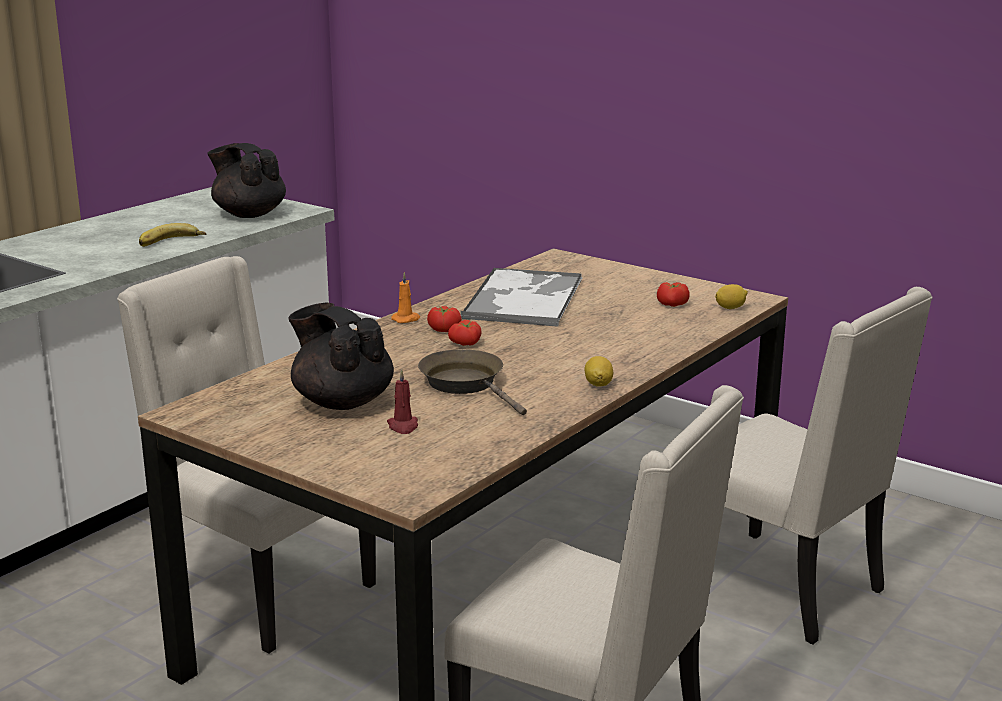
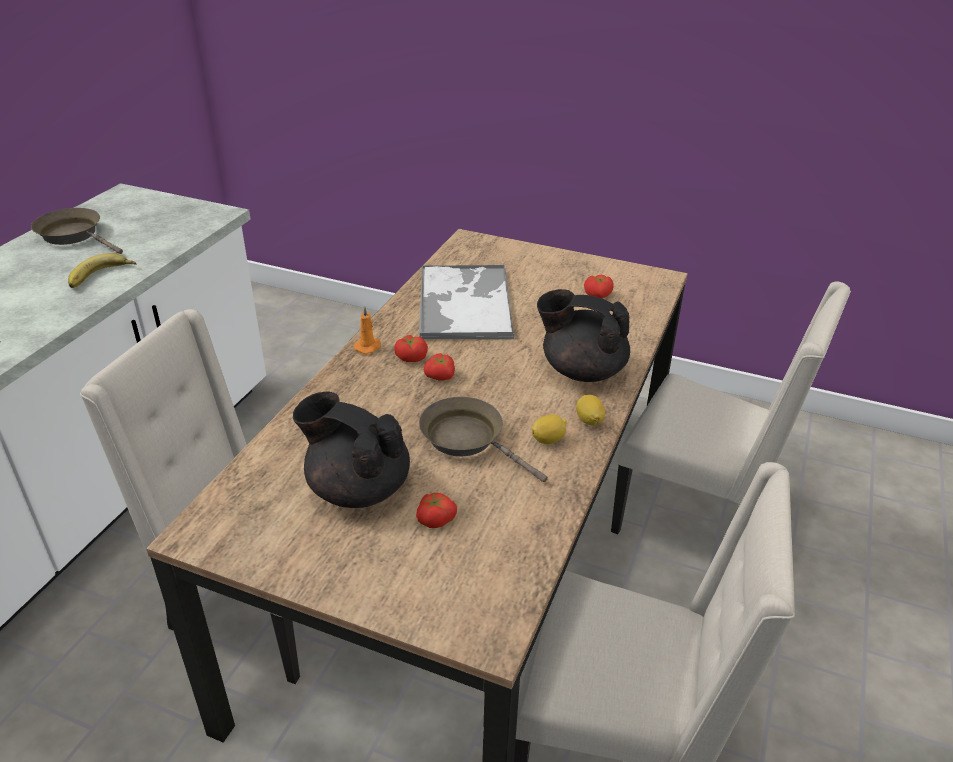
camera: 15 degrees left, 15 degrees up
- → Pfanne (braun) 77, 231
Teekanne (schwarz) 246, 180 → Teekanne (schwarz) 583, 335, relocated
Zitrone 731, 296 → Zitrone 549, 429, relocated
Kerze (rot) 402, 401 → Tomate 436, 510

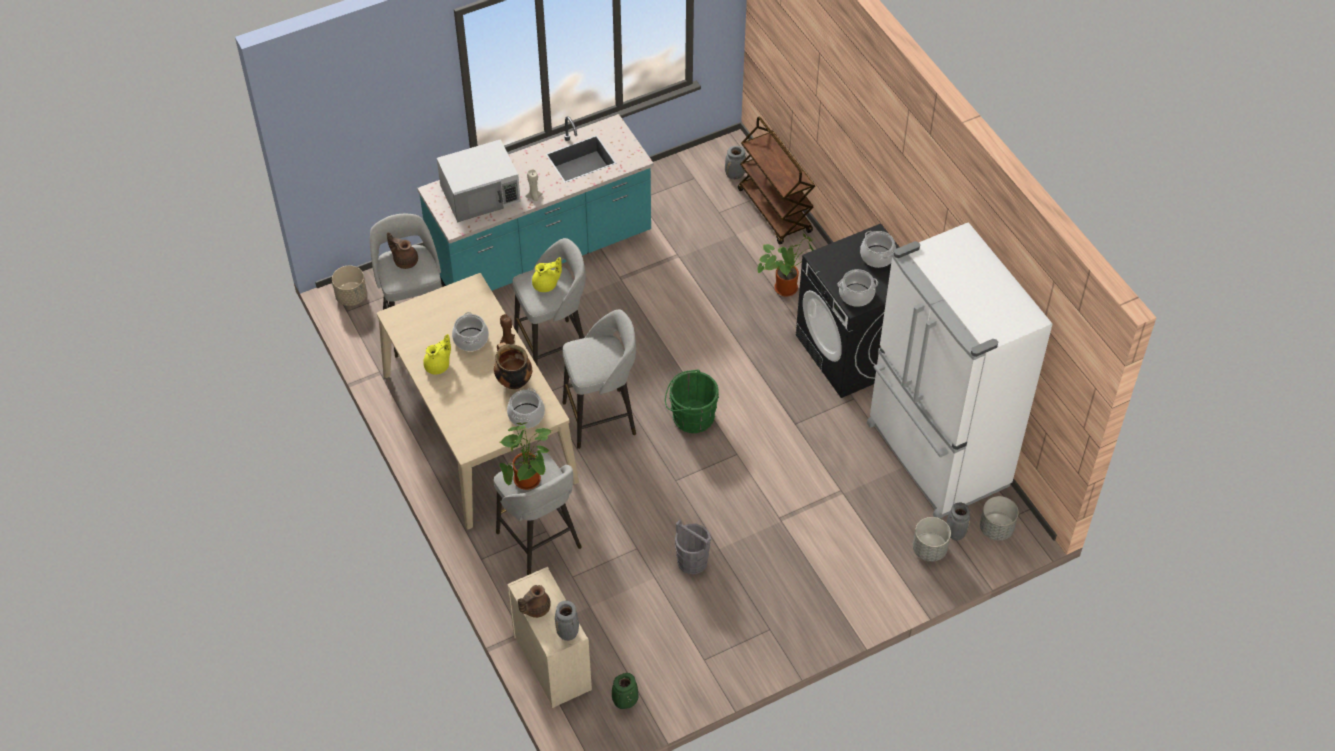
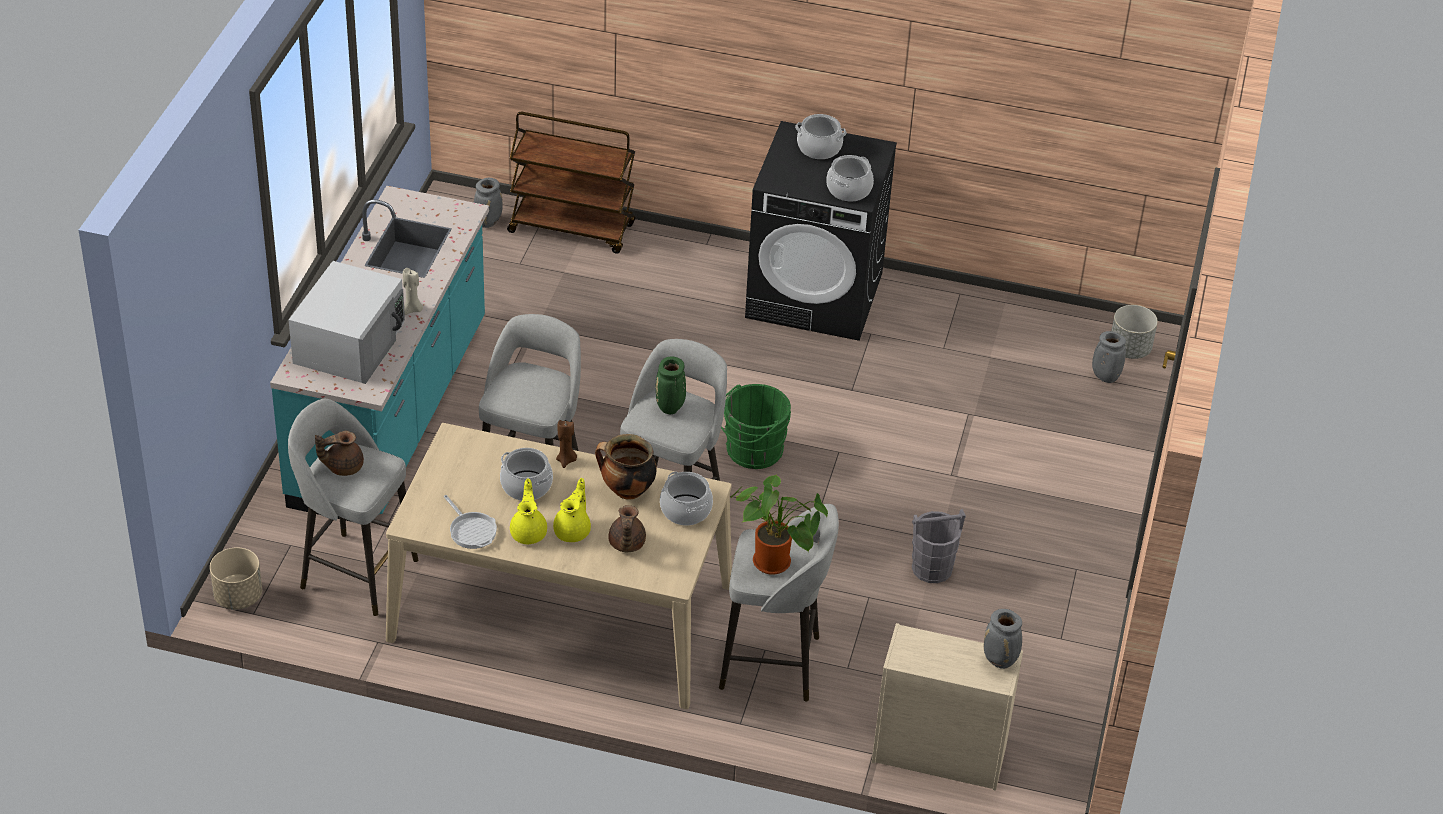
camera: 50 degrees left, 10 degrees down
Topfpflanze 785, 265 → -
Kühlschrank (weiß) 959, 370 → -
Pflanzkübel (grau) 932, 539 → -
- → Pfanne 470, 522
Teekanne (braun) 534, 601 → Teekanne (braun) 627, 528, relocated
Teekanne (gelb) 547, 274 → Teekanne (gelb) 572, 510, relocated
Vase (grün) 625, 691 → Vase (grün) 671, 385, relocated

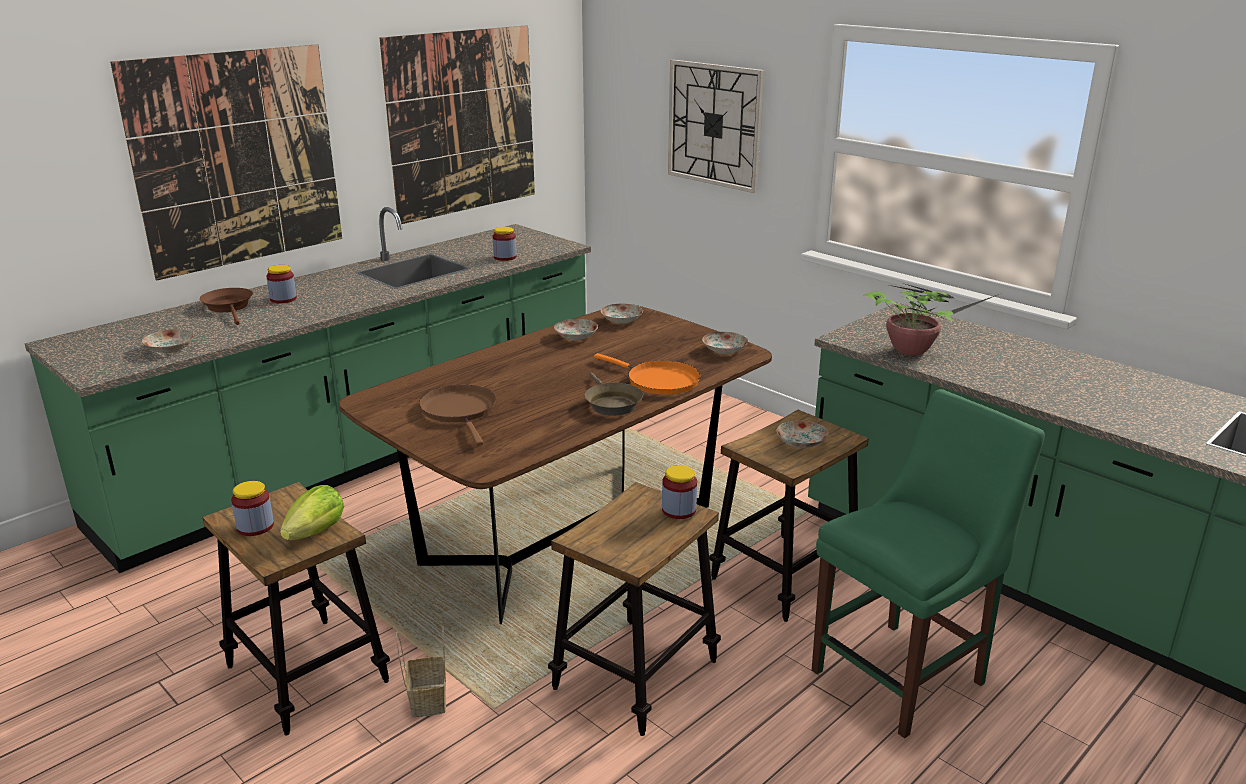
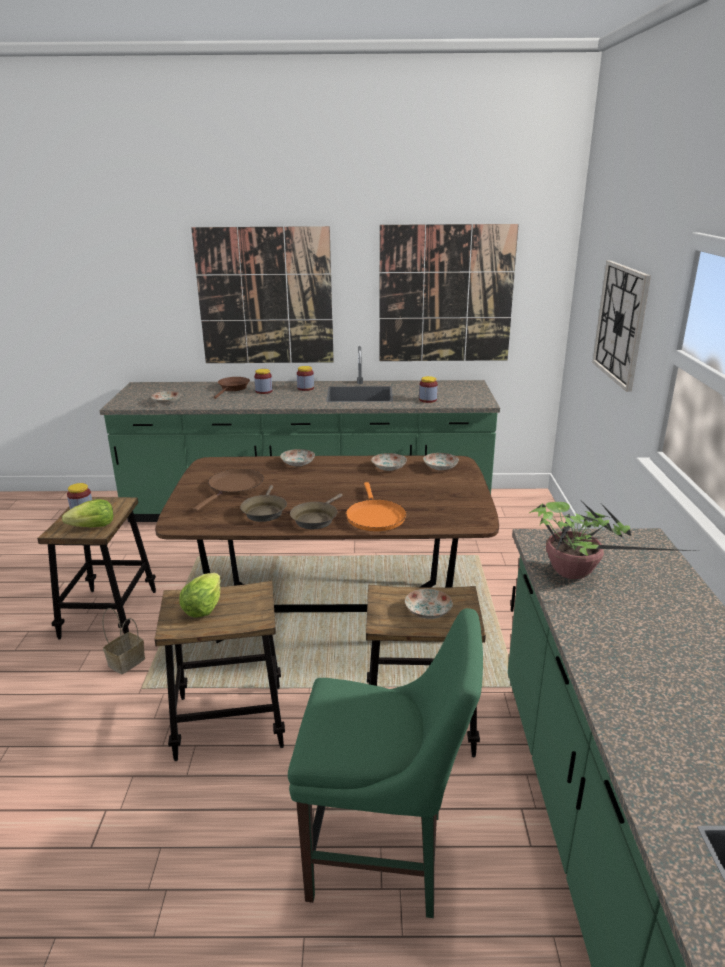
camera: 45 degrees right, 0 degrees up
- → Salatkopf 200, 595
- → Pfanne (braun) 263, 503
Vorratsglas 679, 492 → Vorratsglas 305, 378, relocated
Teller 725, 343 → Teller 297, 458, relocated

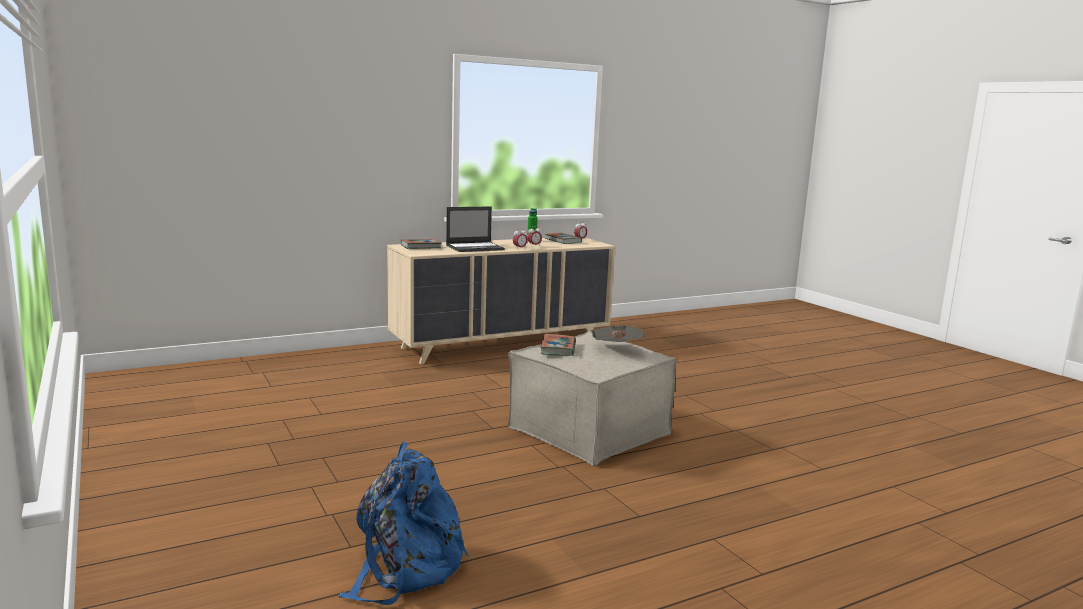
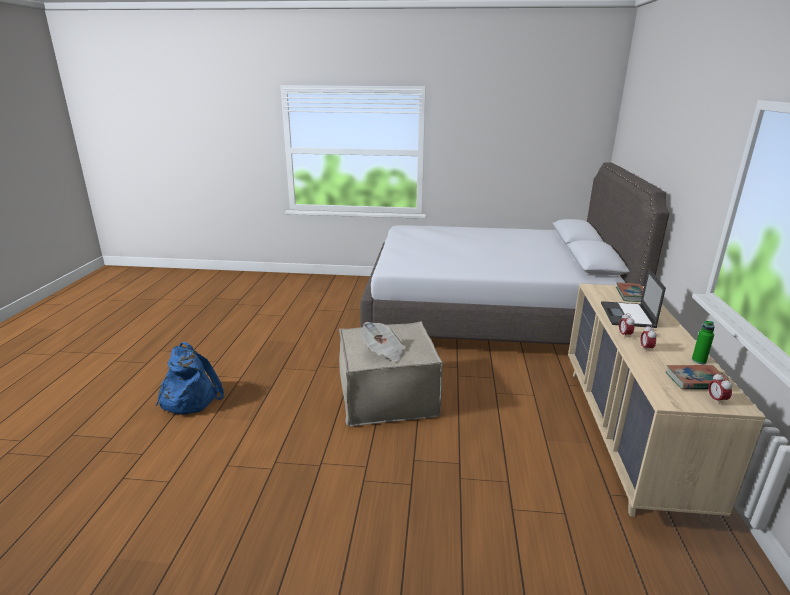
camera: 125 degrees right, 10 degrees up
Buch 558, 345 → -
- → Bett (grau) 514, 253
Rucksack (blau) 403, 523 → Rucksack (blau) 190, 378, relocated

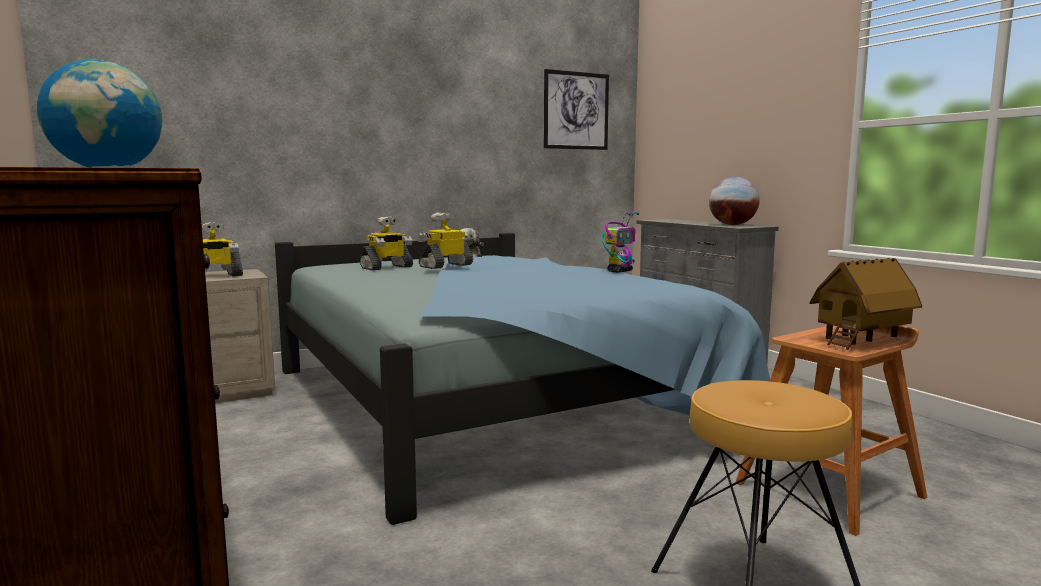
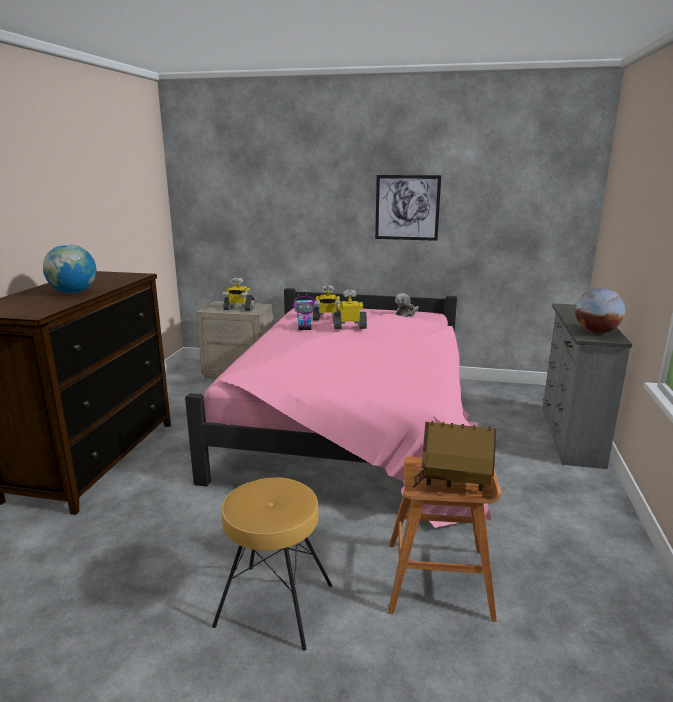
camera: 40 degrees right, 10 degrees up
Bild 576, 109 → Bild 408, 208, relocated
Spielzeugroboter 620, 242 → Spielzeugroboter 304, 312, relocated
Bett (blau) 522, 379 → Bett (rosa) 338, 408

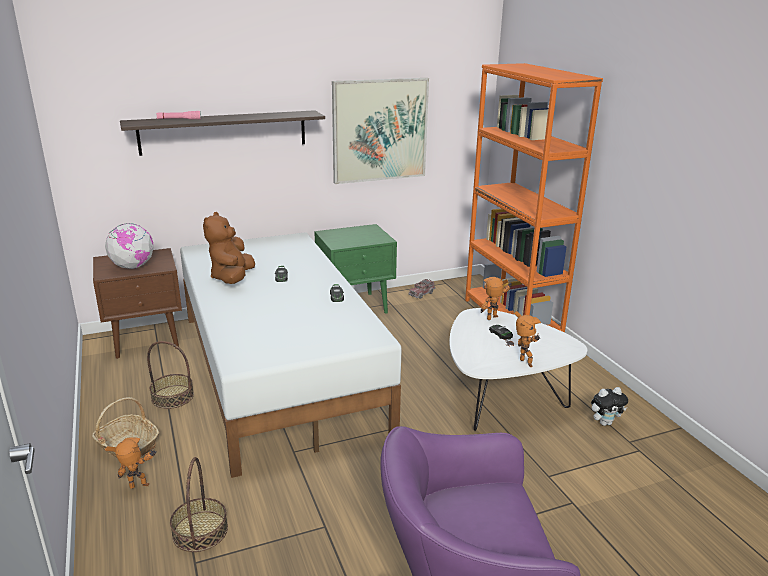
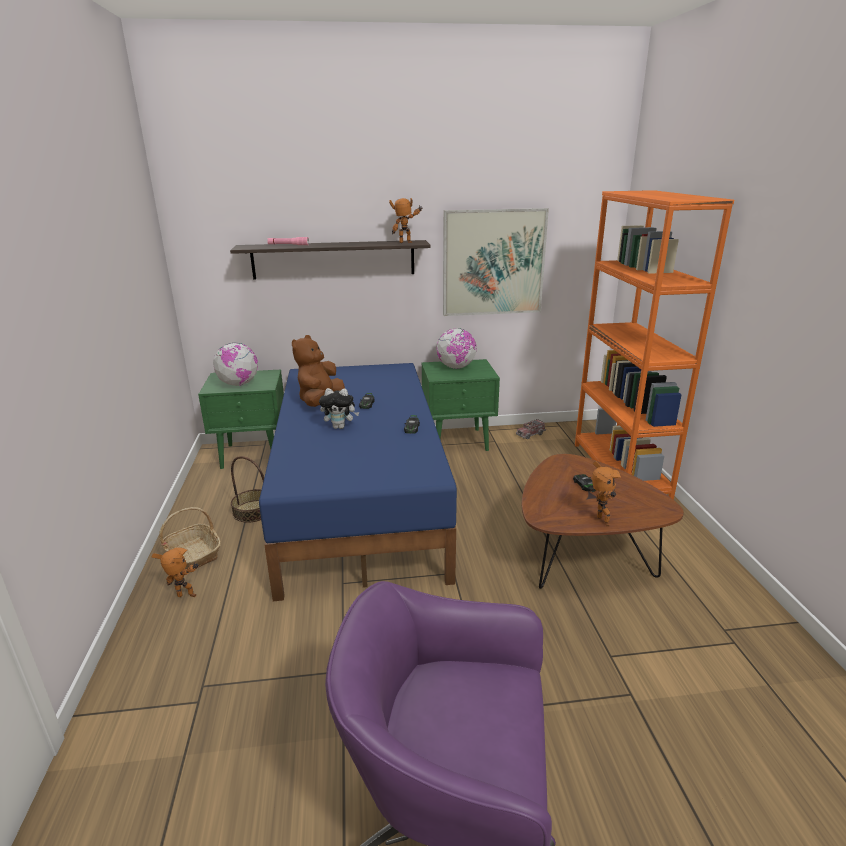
camera: 15 degrees right, 0 degrees up
Korb 199, 504 → -
- → Globus 457, 348
Spielzeugroboter 496, 298 → Spielzeugroboter 406, 220, relocated
Plüschtier 609, 406 → Plüschtier 339, 408, relocated
Nachttisch (braun) 137, 303 → Nachttisch (grün) 241, 419
Bett (weiß) 291, 355 → Bett (blau) 358, 482
Couchtisch (weiß) 518, 369 → Couchtisch (braun) 603, 521

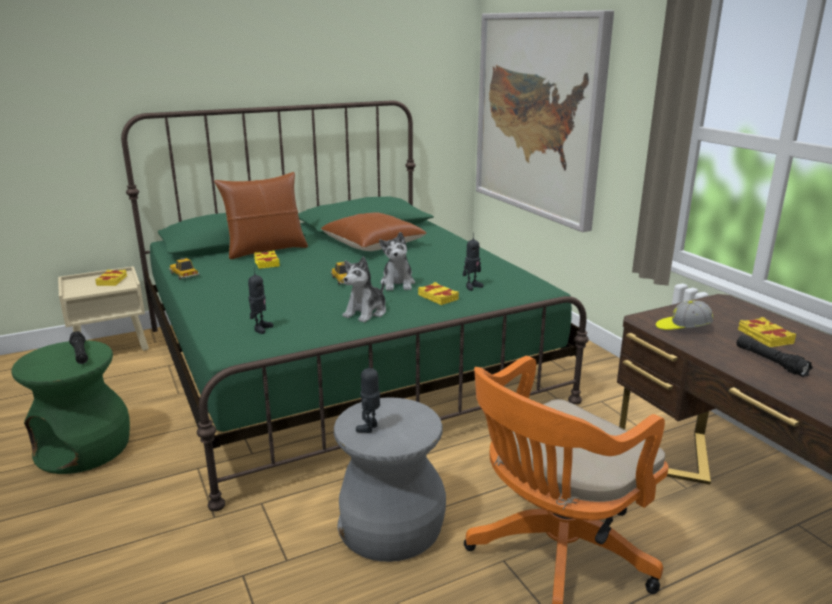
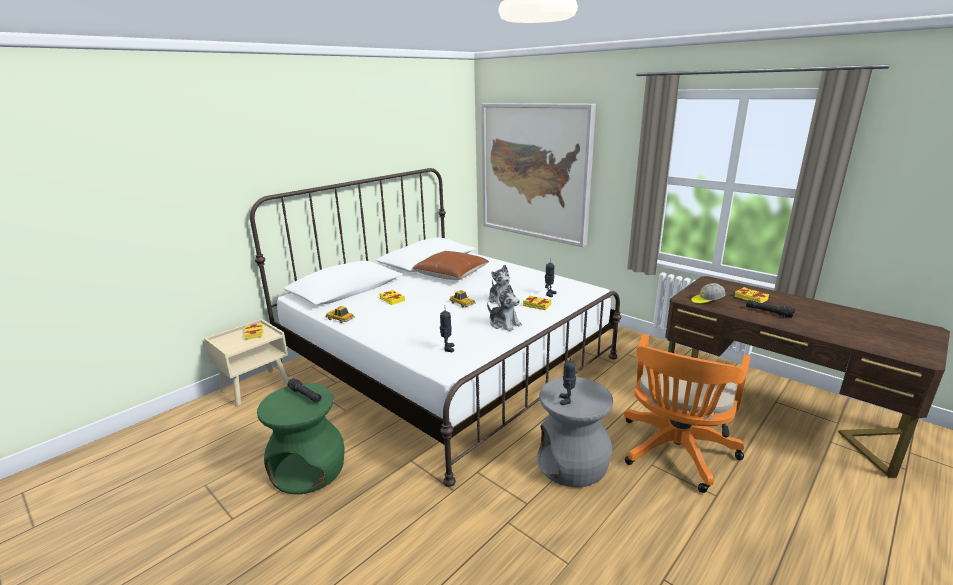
camera: 20 degrees left, 0 degrees up
Kissen (braun) 261, 215 → -
Bett (grün) 355, 306 → Bett (weiß) 435, 327
Plüschtier 364, 289 → Plüschtier 504, 307, 60 degrees counterclockwise

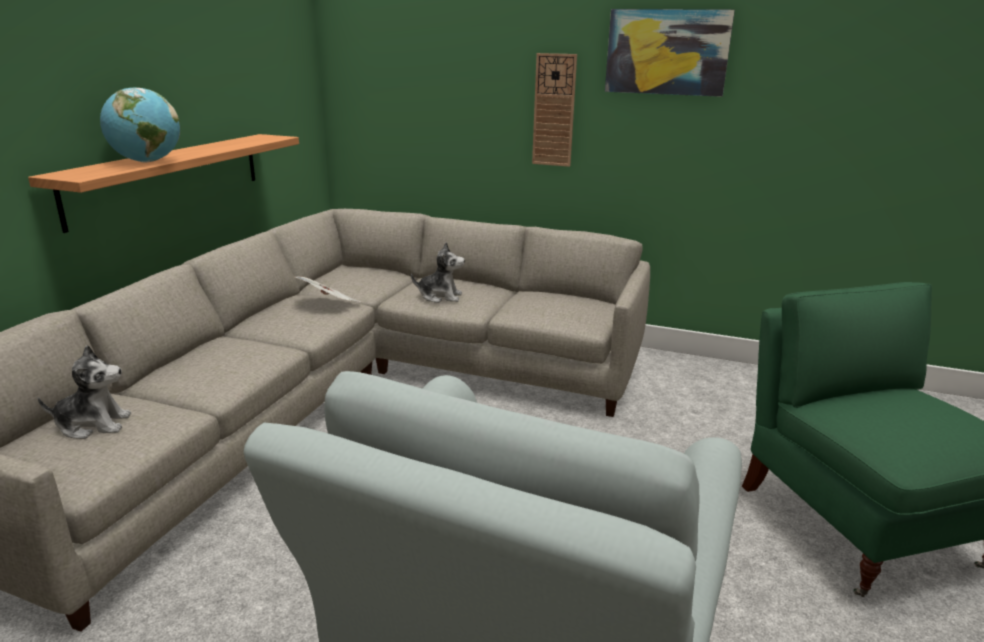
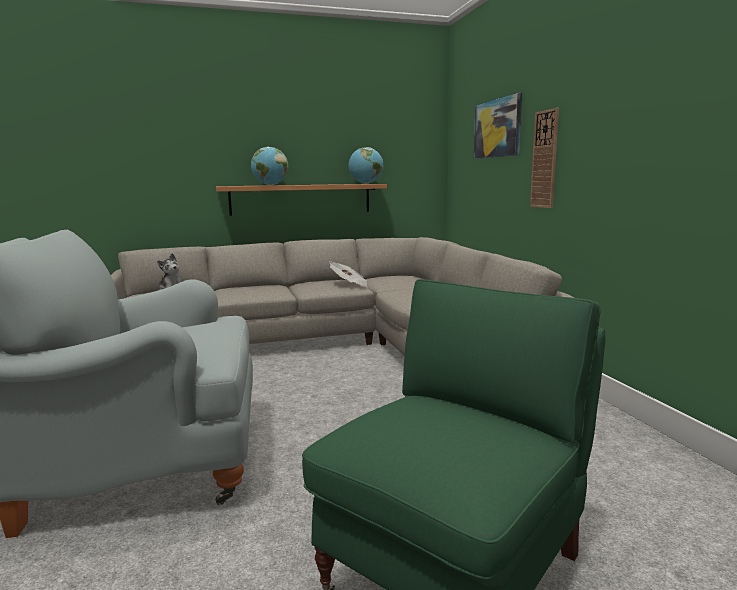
camera: 55 degrees right, 10 degrees down
Plüschtier 438, 272 → -
- → Globus 366, 165
Bild 670, 53 → Bild 498, 126, relocated

